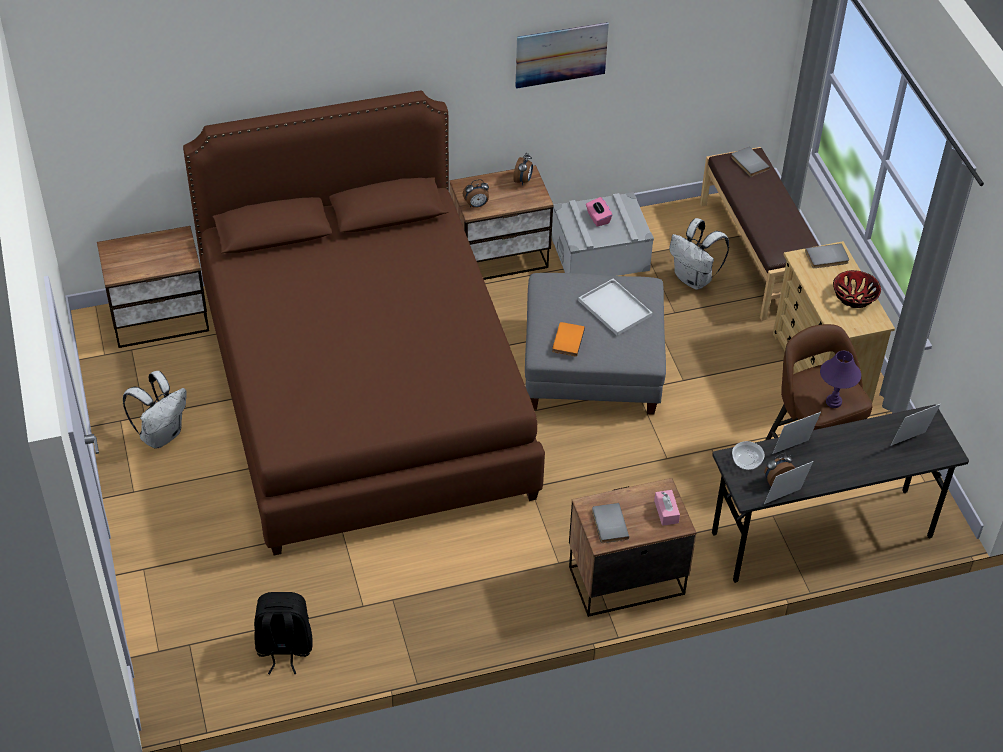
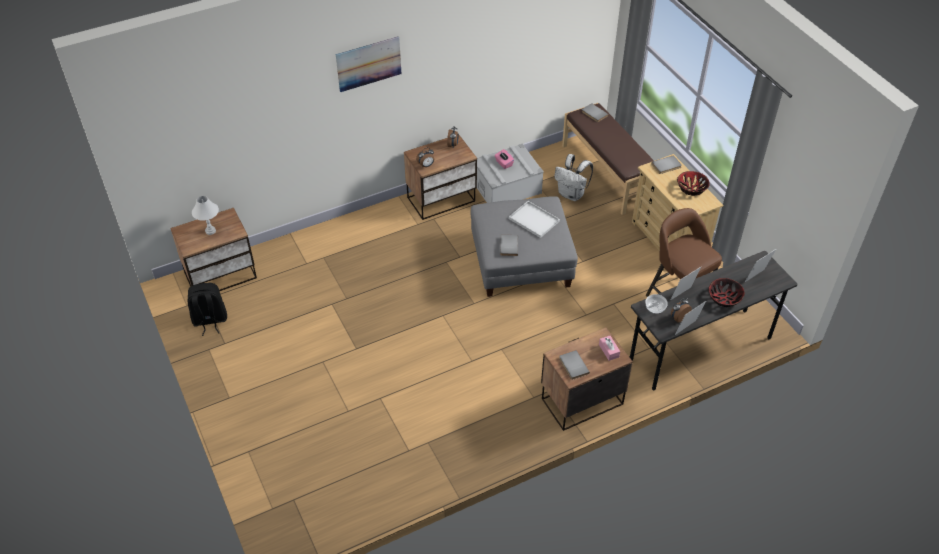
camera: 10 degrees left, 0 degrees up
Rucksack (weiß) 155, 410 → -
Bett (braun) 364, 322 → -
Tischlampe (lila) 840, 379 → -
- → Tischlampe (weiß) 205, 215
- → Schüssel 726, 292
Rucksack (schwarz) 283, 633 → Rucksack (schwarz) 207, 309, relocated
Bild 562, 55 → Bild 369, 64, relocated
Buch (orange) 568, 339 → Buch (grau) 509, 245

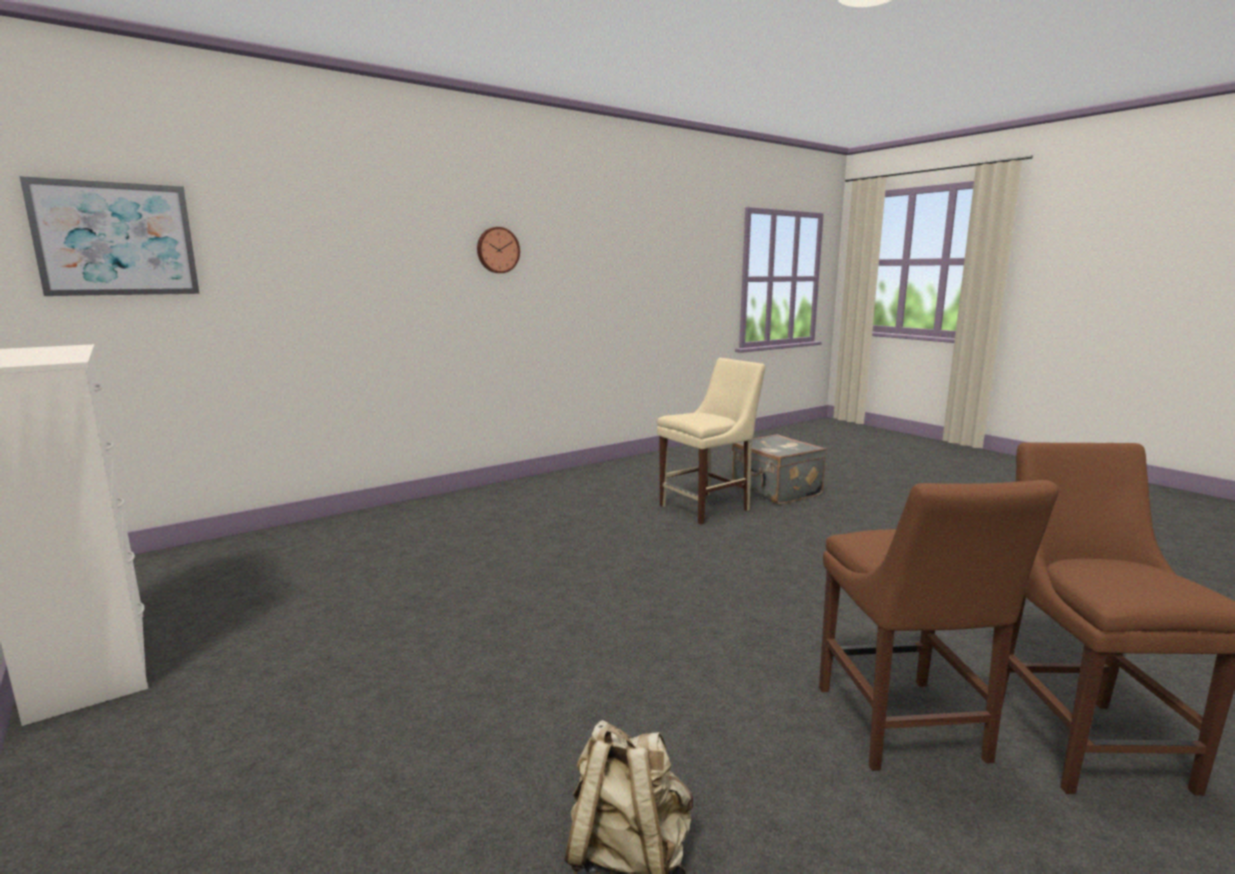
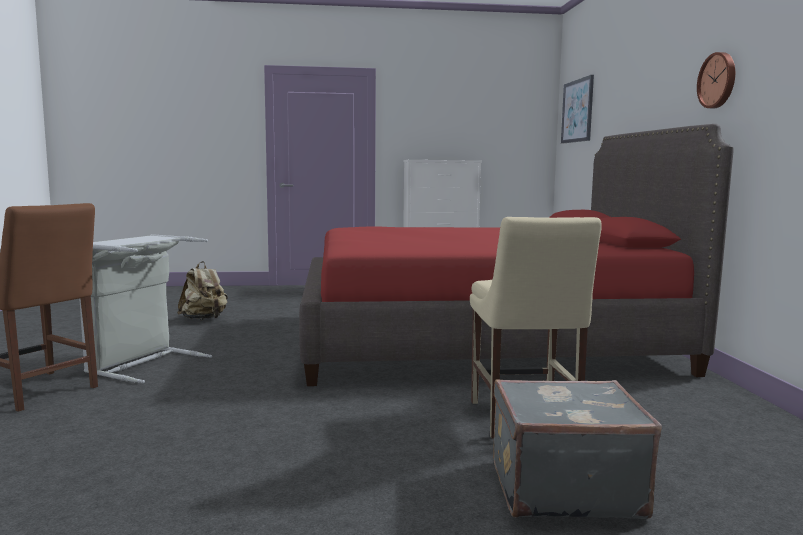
camera: 120 degrees right, 5 degrees down
- → Bett (rot) 516, 255
Stuhl (braun) 938, 625 → Wäschekorb (grau) 145, 309

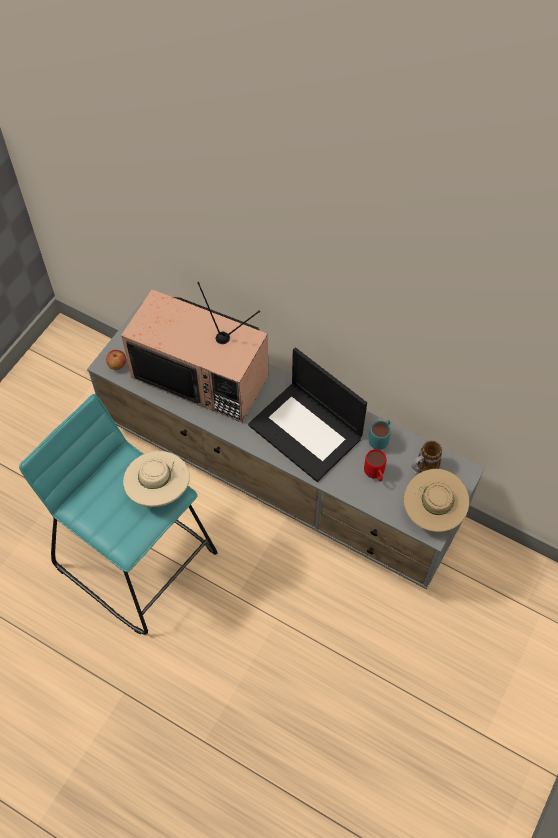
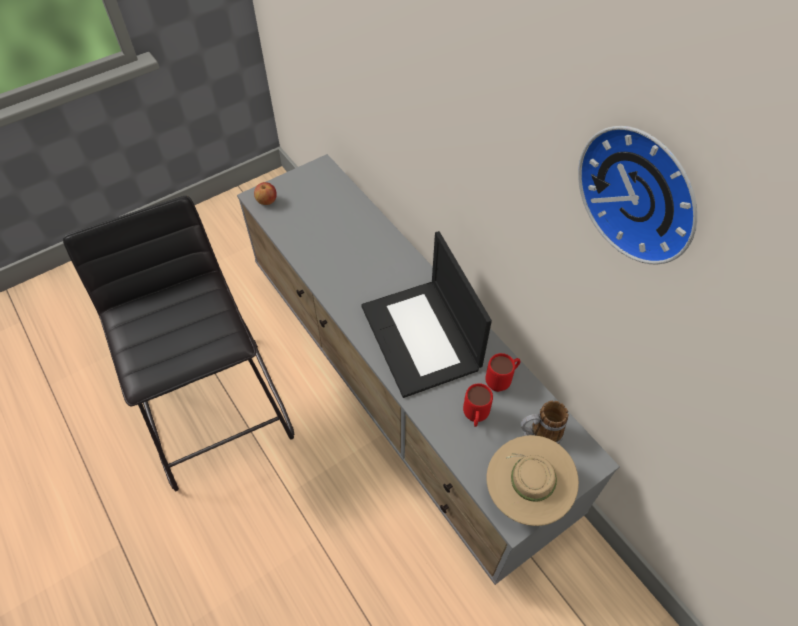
camera: 25 degrees right, 5 degrees down
Fernseher 194, 352 → -
Hut (beige) 156, 479 → -
- → Wanduhr 637, 195
Hocker (türkis) 118, 514 → Hocker (schwarz) 178, 343
Henkelbecher (türkis) 380, 435 → Henkelbecher (rot) 502, 372

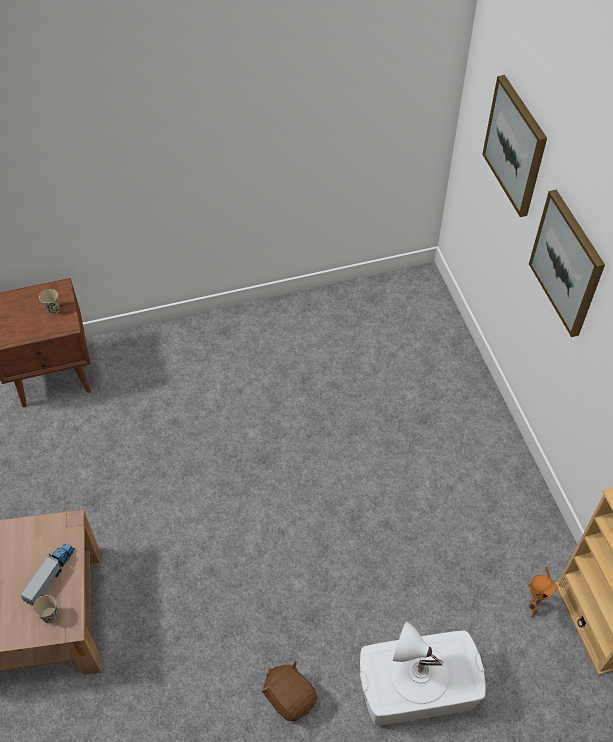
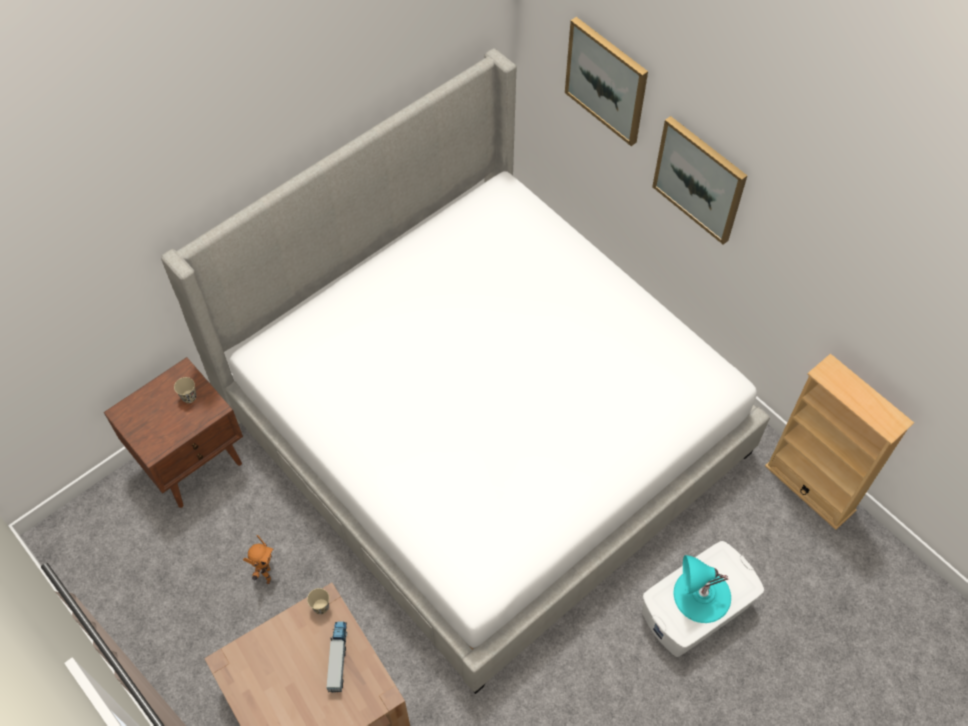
camera: 25 degrees left, 5 degrees up
Plüschtier (braun) 289, 691 → -
- → Bett 465, 371
Tasse (beige) 45, 609 → Tasse (beige) 318, 601, relocated
Spielzeugroboter 543, 591 → Spielzeugroboter 258, 559, relocated
Tischlampe (weiß) 419, 663 → Tischlampe (türkis) 702, 589

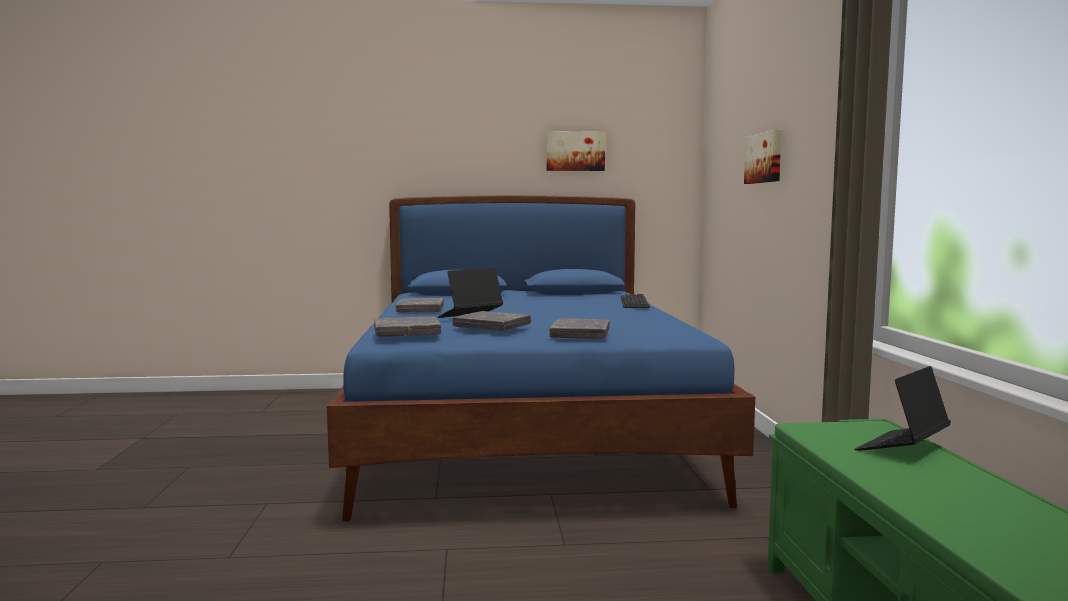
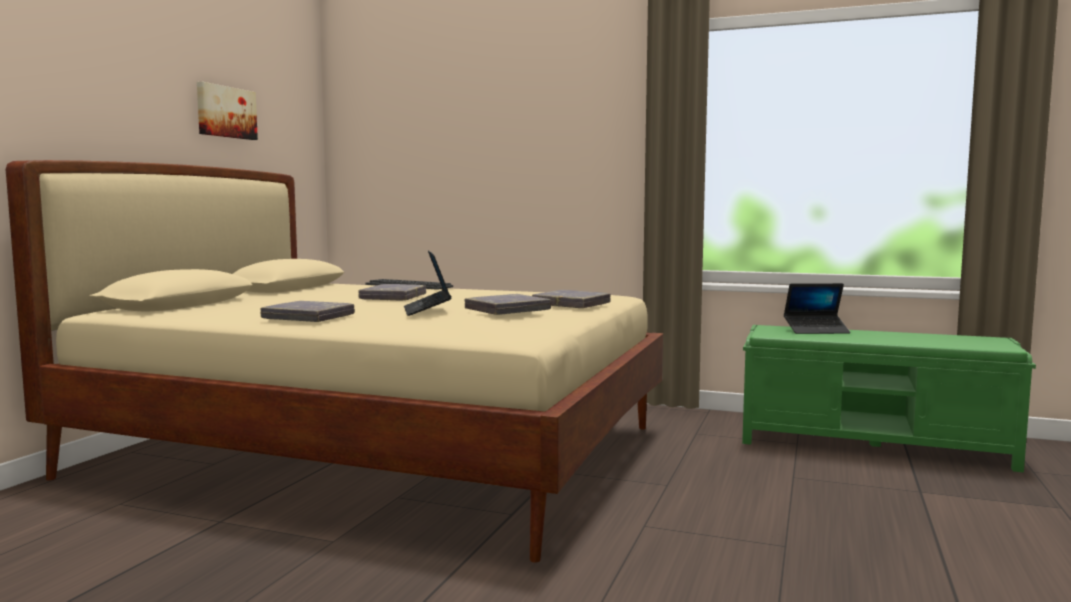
camera: 65 degrees left, 0 degrees up
Bild 763, 157 → -
Buch (grau) 407, 326 → Buch (grau) 392, 292, relocated
Bett (blau) 541, 358 → Bett (beige) 334, 361
Laptop 903, 408 → Laptop 817, 308, 75 degrees counterclockwise

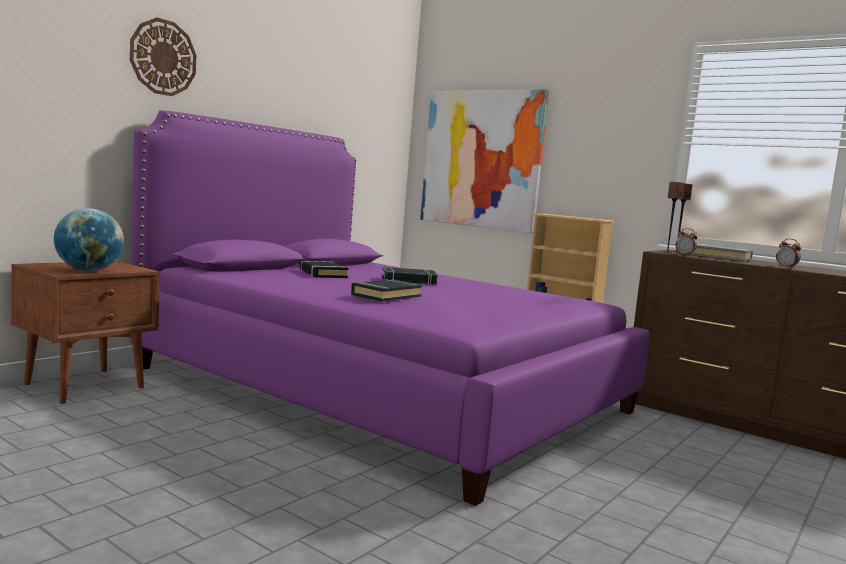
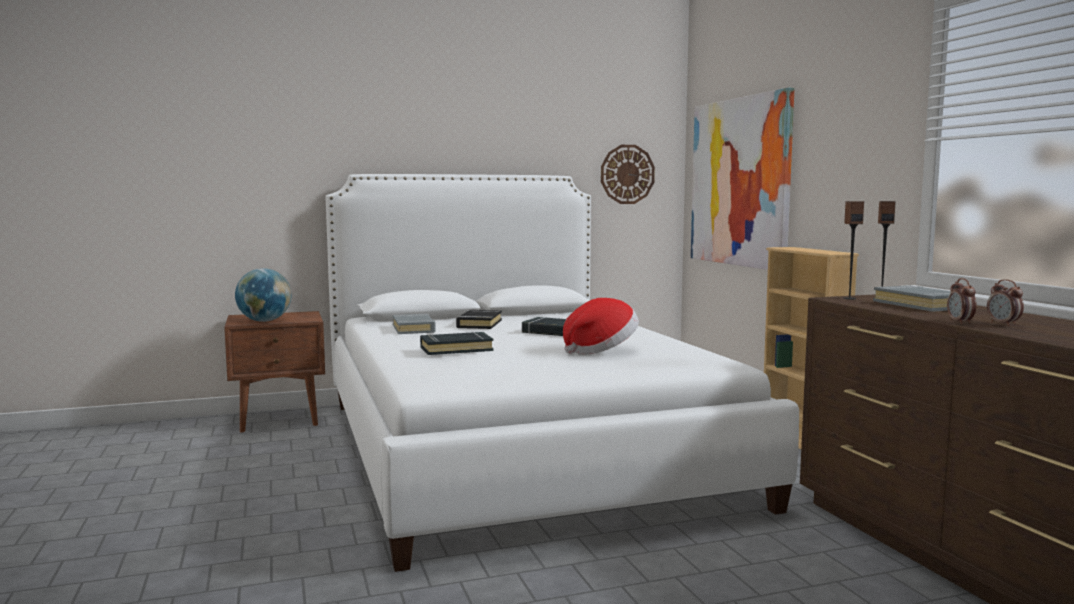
camera: 35 degrees right, 0 degrees up
- → Buch (grau) 414, 324
- → Hut 601, 326
Wanduhr 163, 57 → Wanduhr 628, 174, relocated
Wecker 686, 242 → Wecker 1005, 302, relocated
Bett (lila) 390, 308 → Bett (weiß) 562, 373

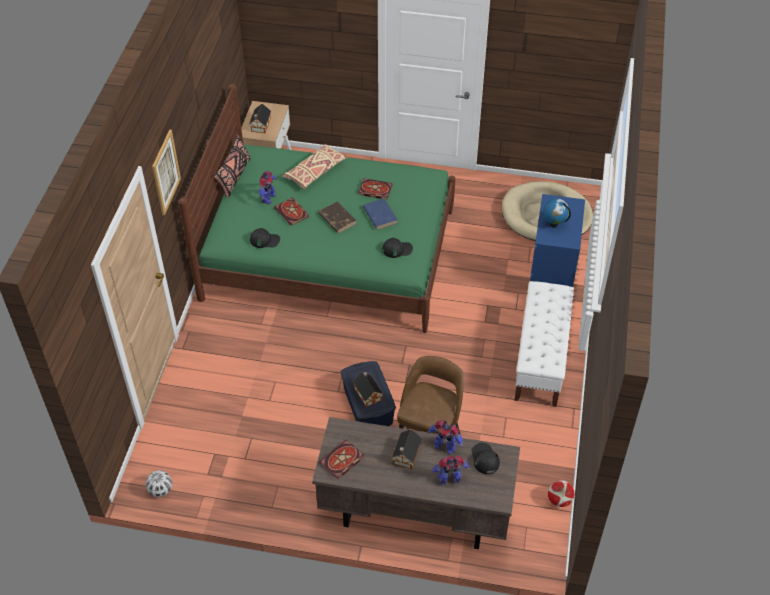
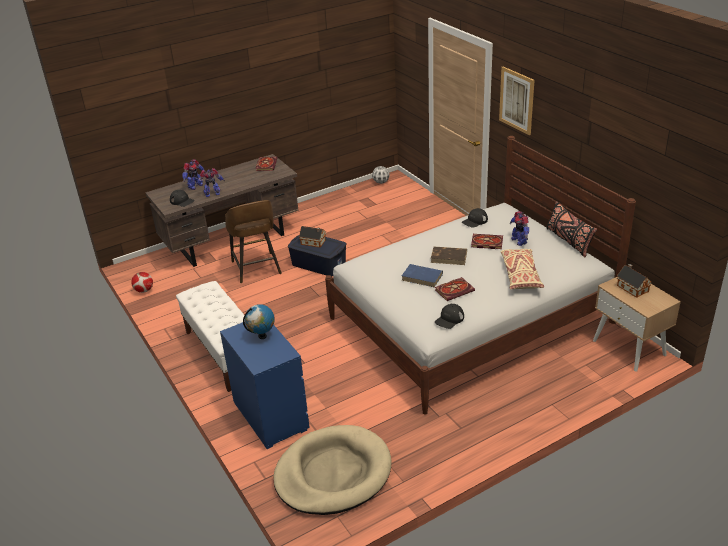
camera: 140 degrees right, 15 degrees down
Spielzeughaus 407, 449 → -
Kappe (schwarz) 397, 248 → Kappe (schwarz) 449, 316, relocated
Bett (grün) 317, 208 → Bett (weiß) 480, 275

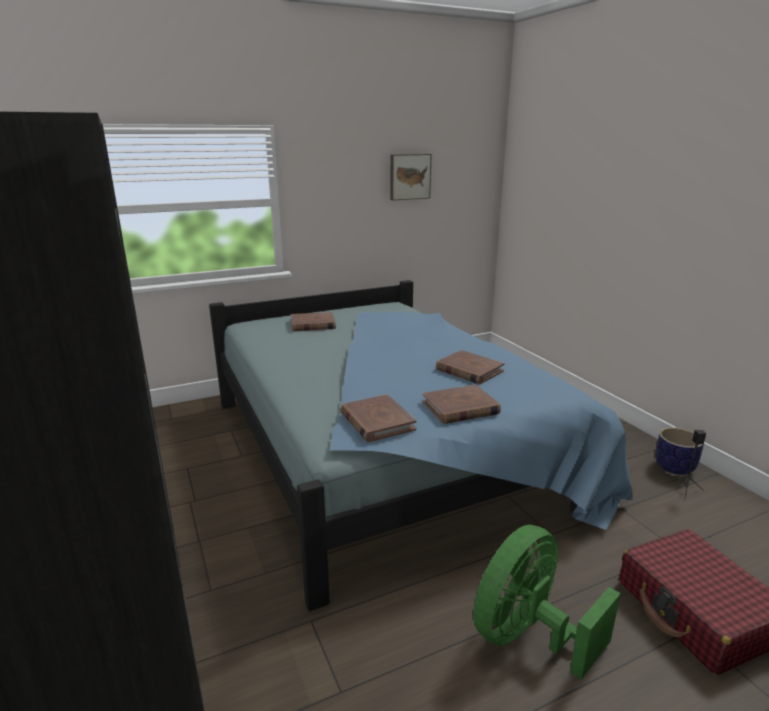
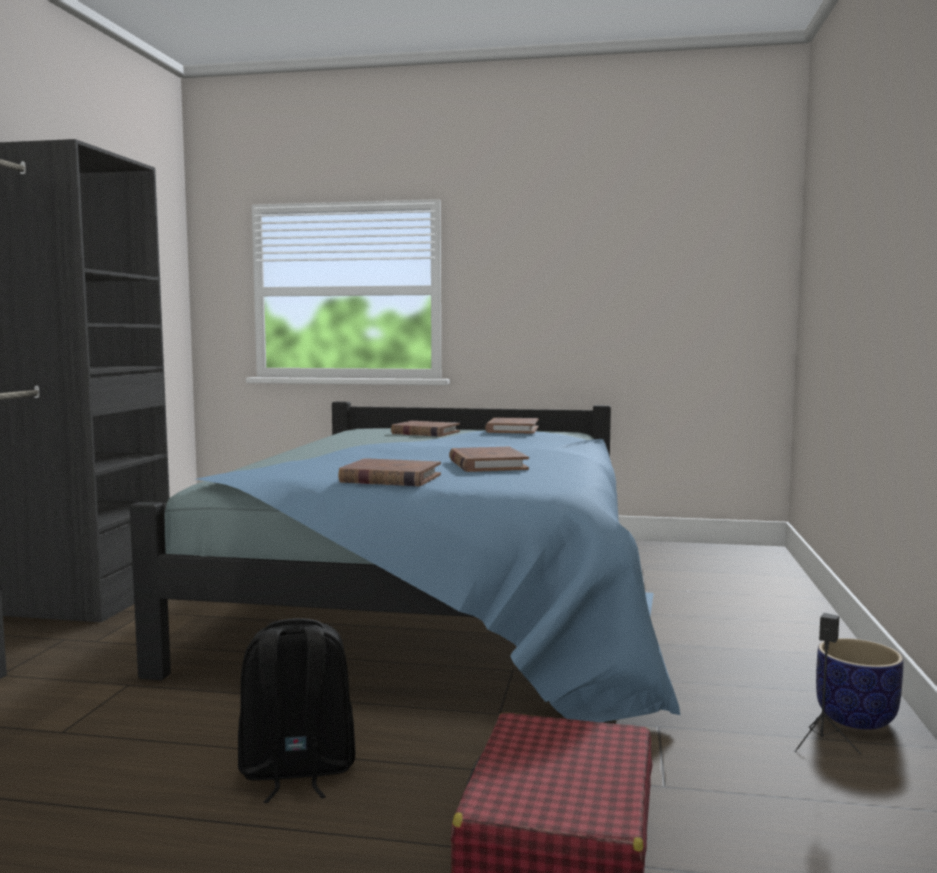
camera: 35 degrees right, 15 degrees down
Bild 411, 177 → -
Buch (braun) 379, 418 → Buch (braun) 512, 426, relocated
Ventilator (grün) 547, 602 → Rucksack (schwarz) 296, 710

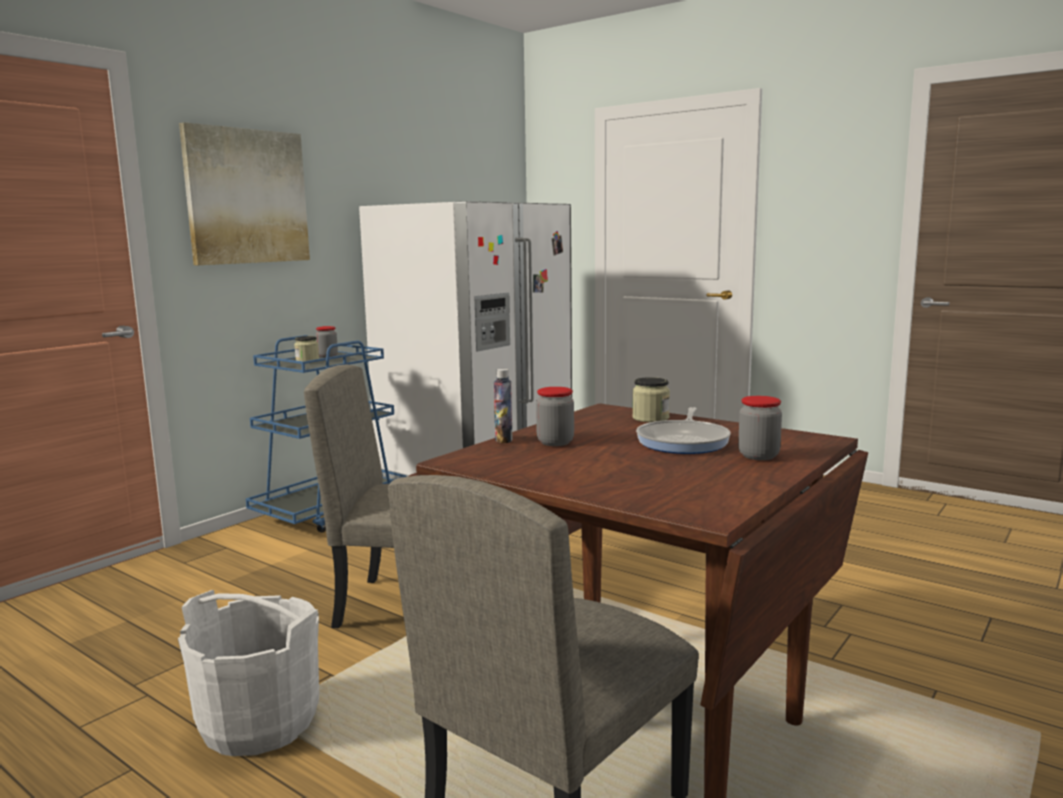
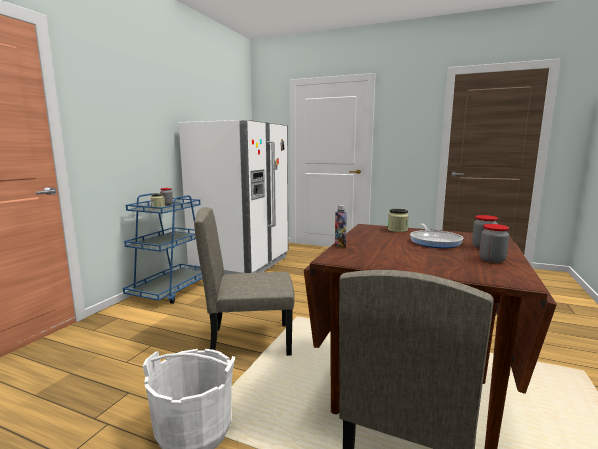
camera: 15 degrees left, 0 degrees up
Bild 244, 193 → -
Vorratsglas 555, 416 → Vorratsglas 494, 243, relocated

